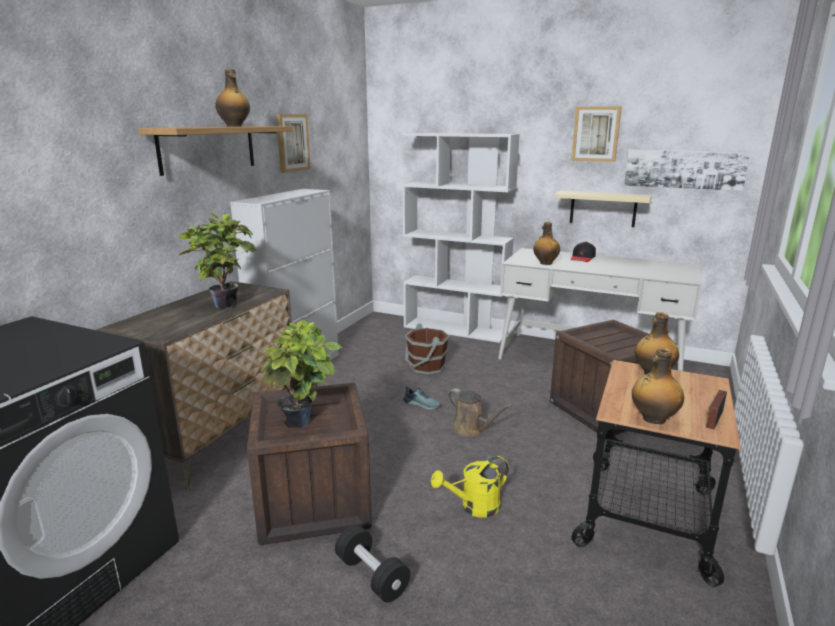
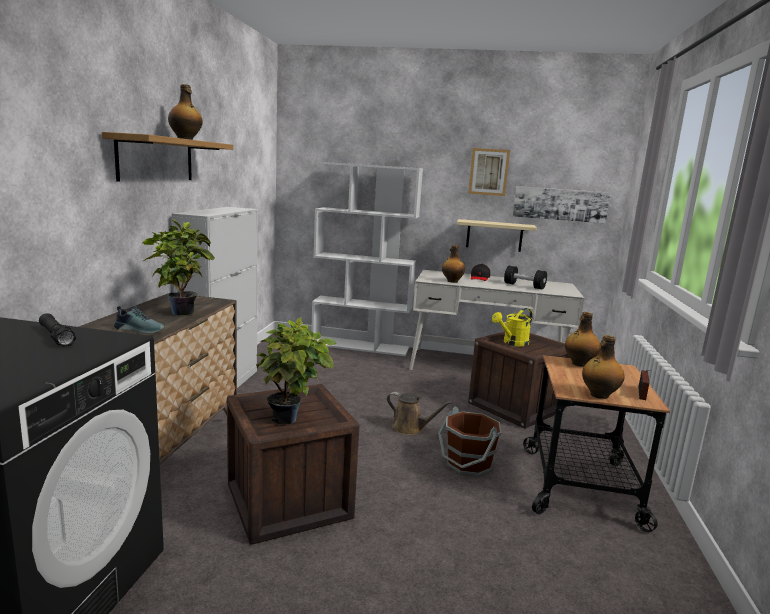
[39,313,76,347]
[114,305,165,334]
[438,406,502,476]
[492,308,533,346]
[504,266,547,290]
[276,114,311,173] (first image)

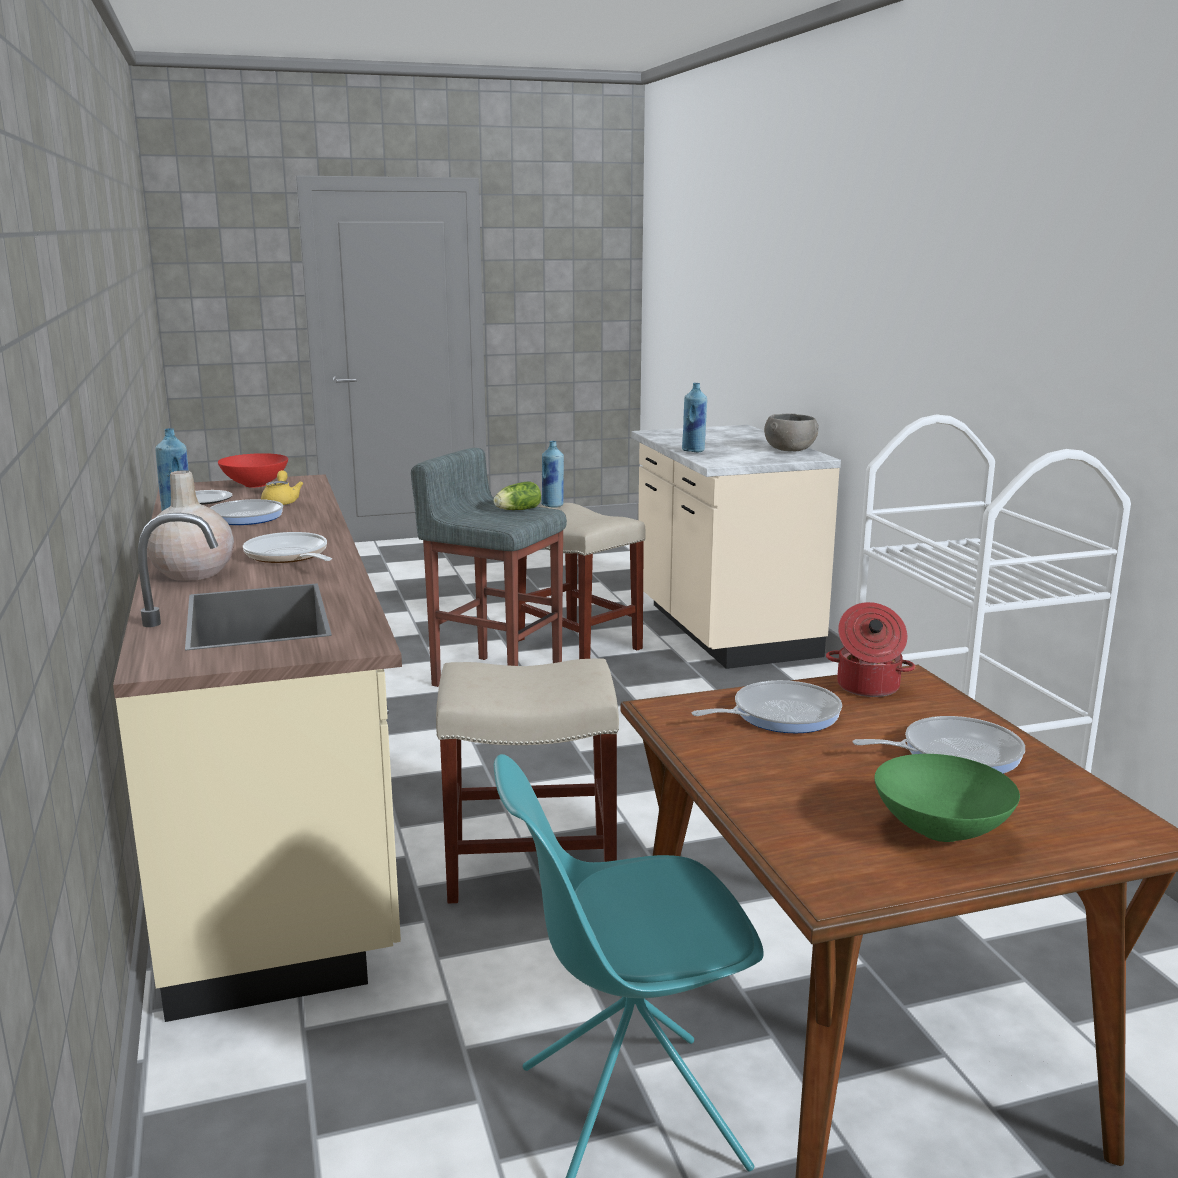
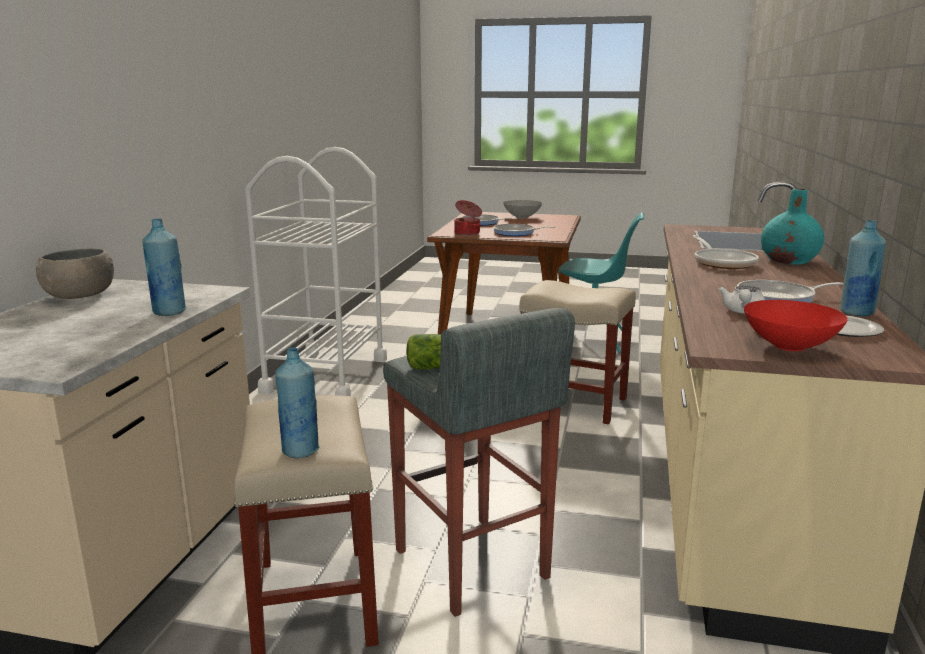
[503,200,542,218]
[718,286,765,314]
[761,188,824,265]

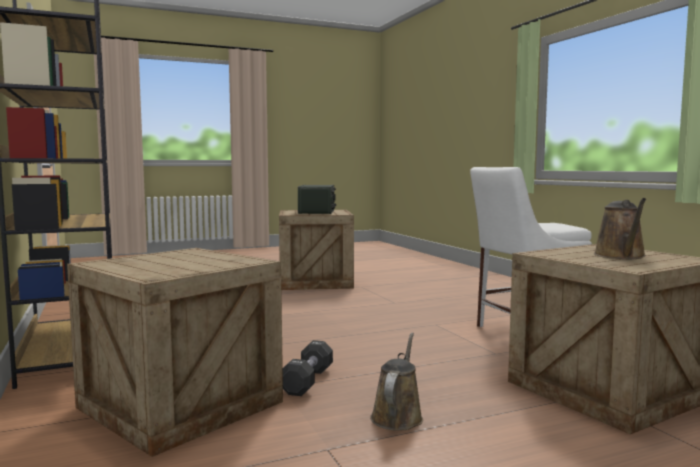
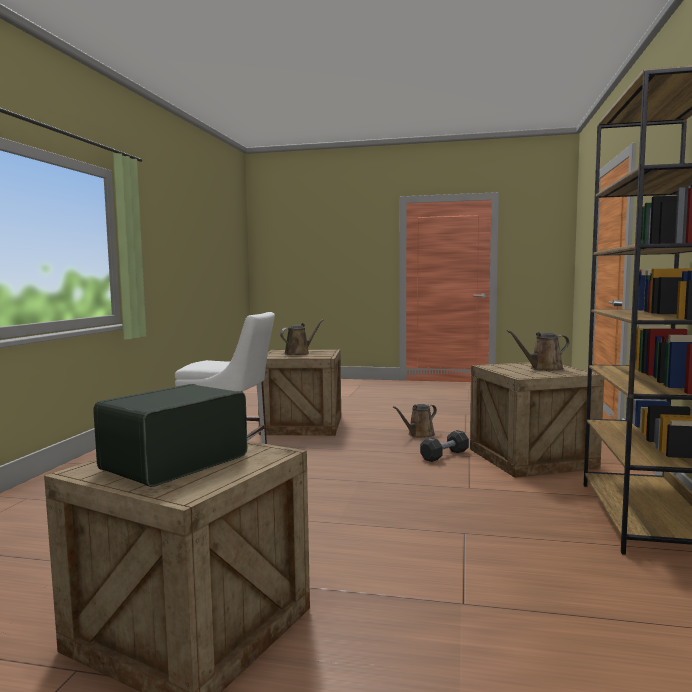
[507,330,569,371]

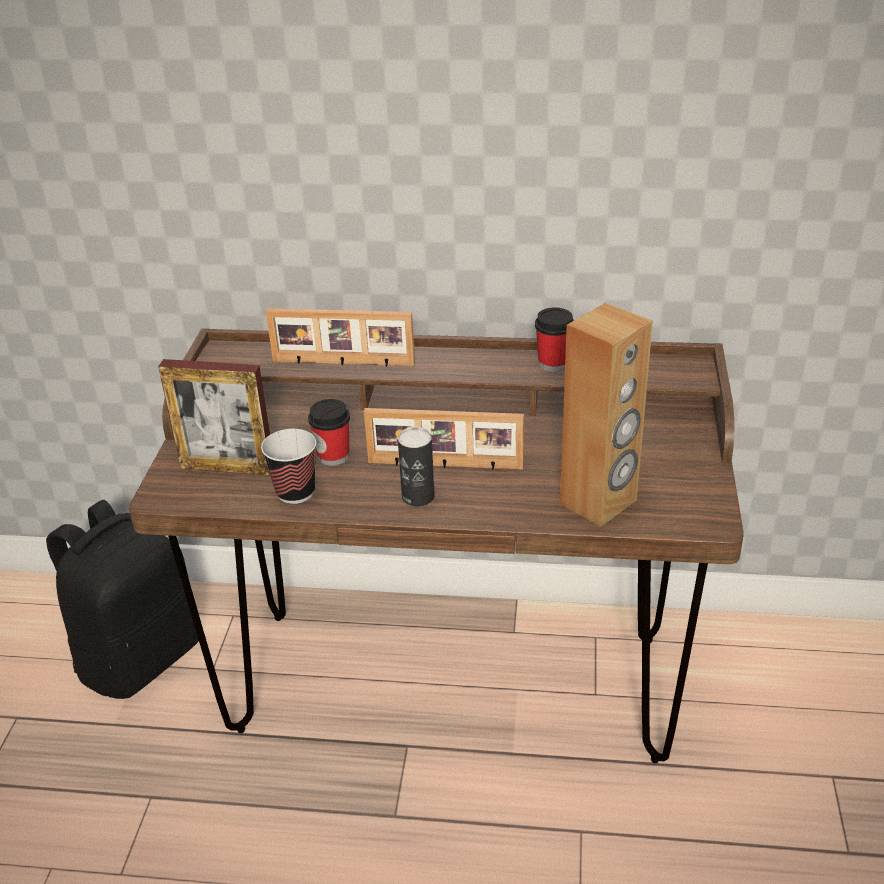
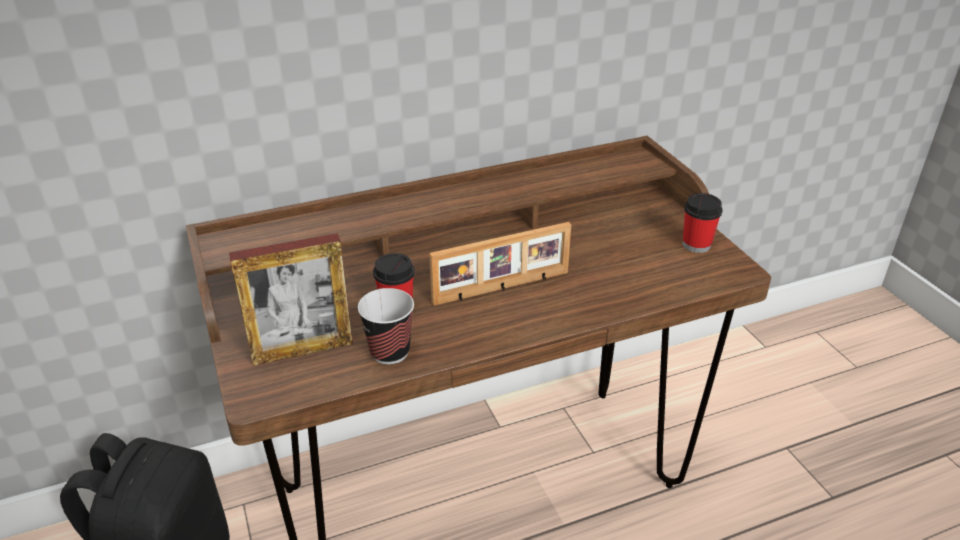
[683,193,723,253]
[266,308,415,367] (first image)
[398,427,435,507] (first image)
[560,303,653,527] (first image)

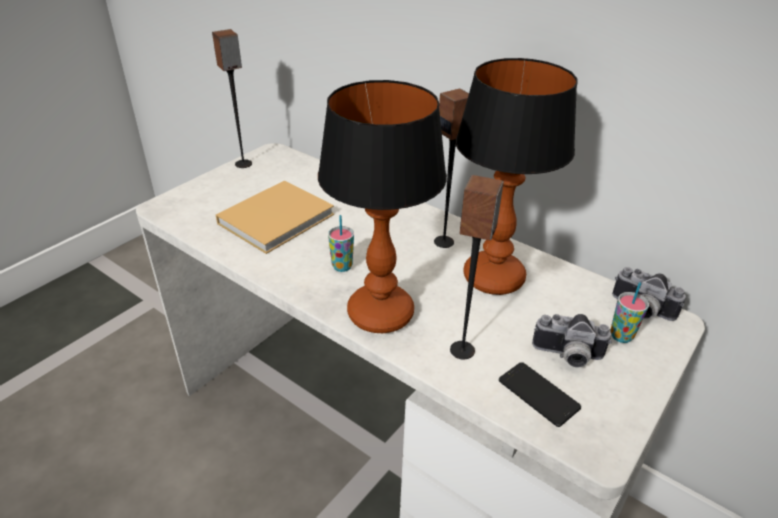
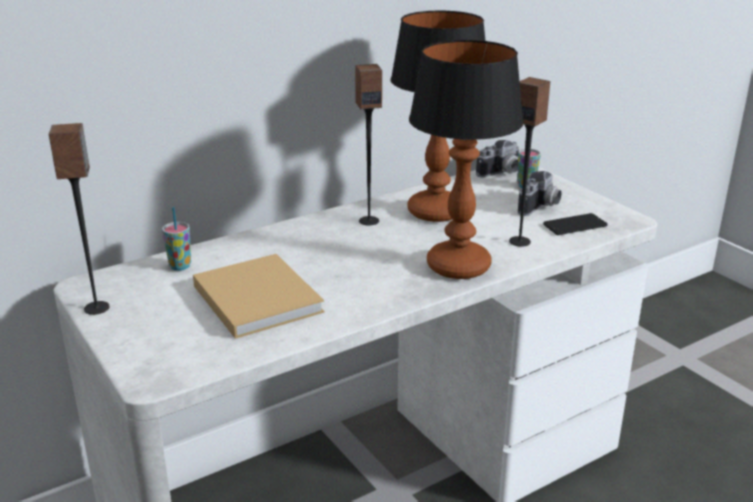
[162,207,191,271]

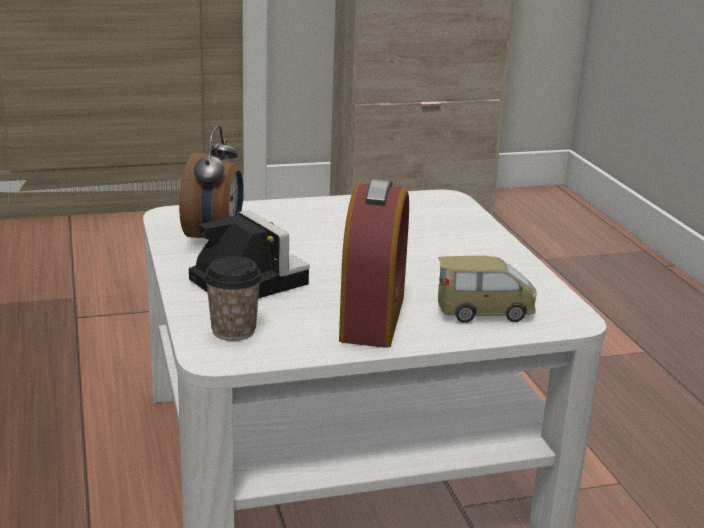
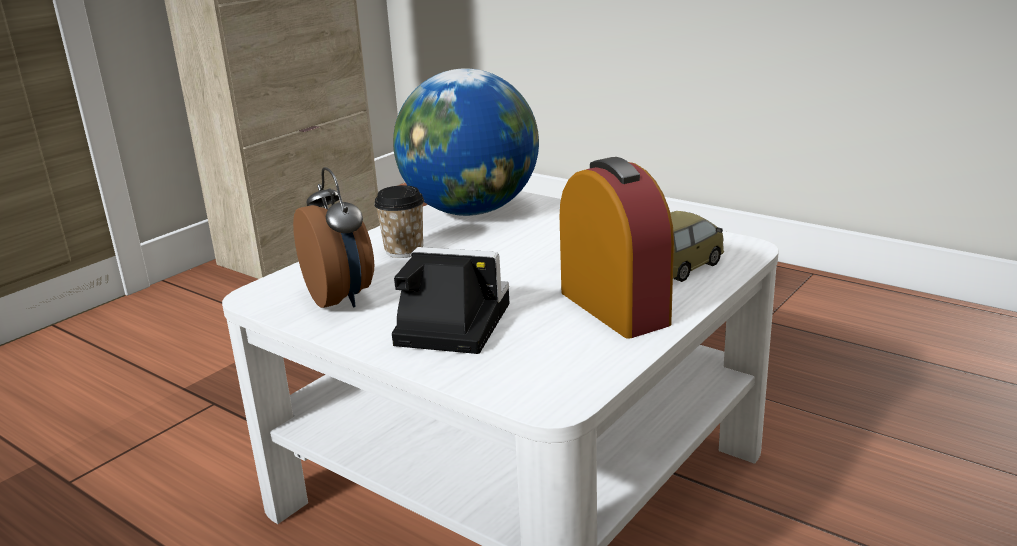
[374,185,424,258]
[393,68,539,216]

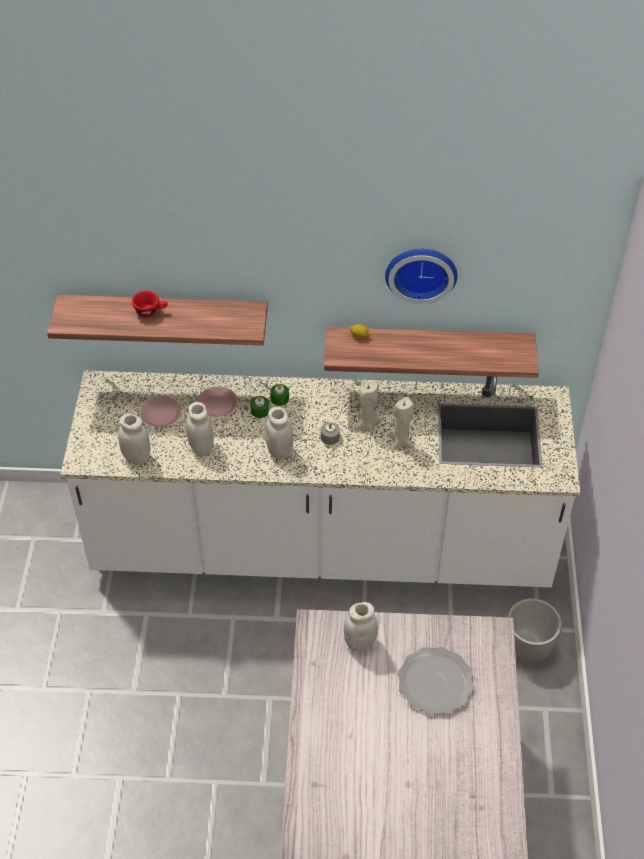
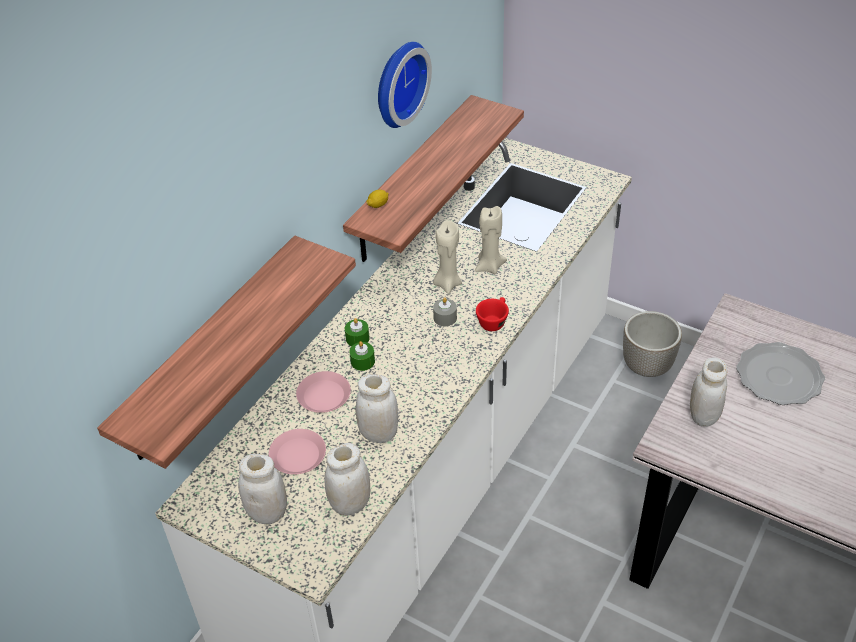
[238,454,287,524]
[476,297,509,331]

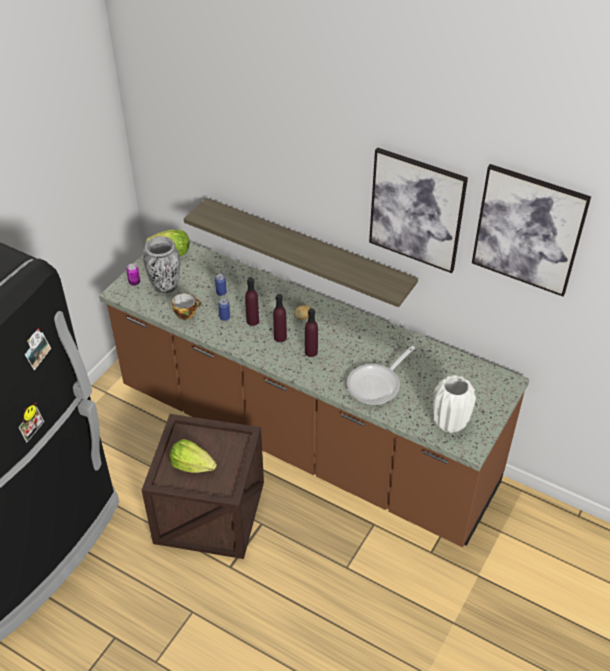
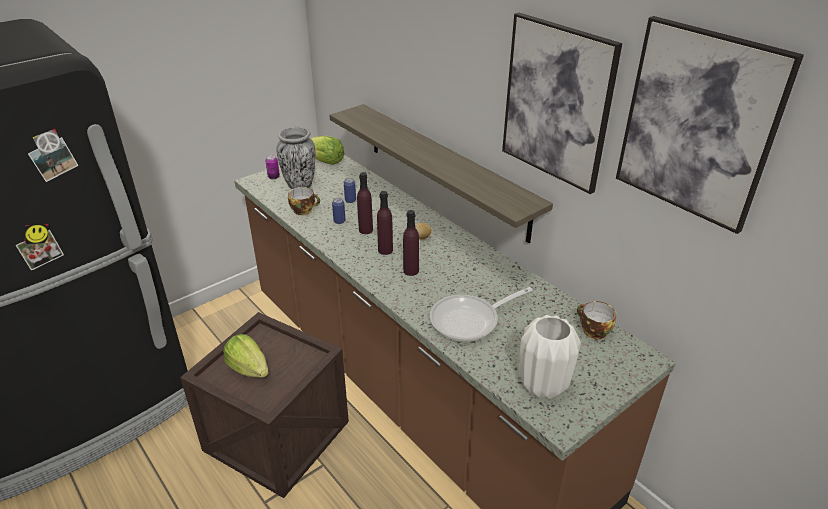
[577,301,616,339]

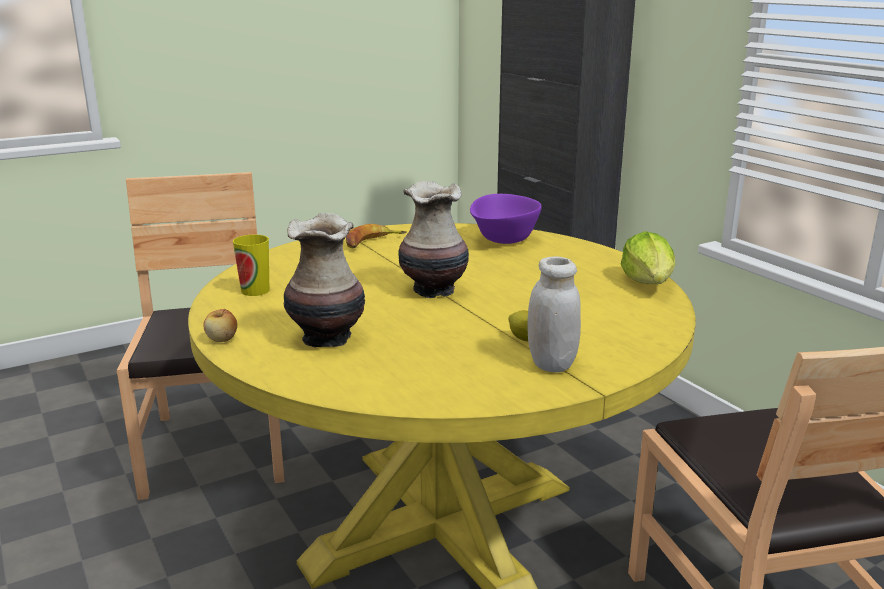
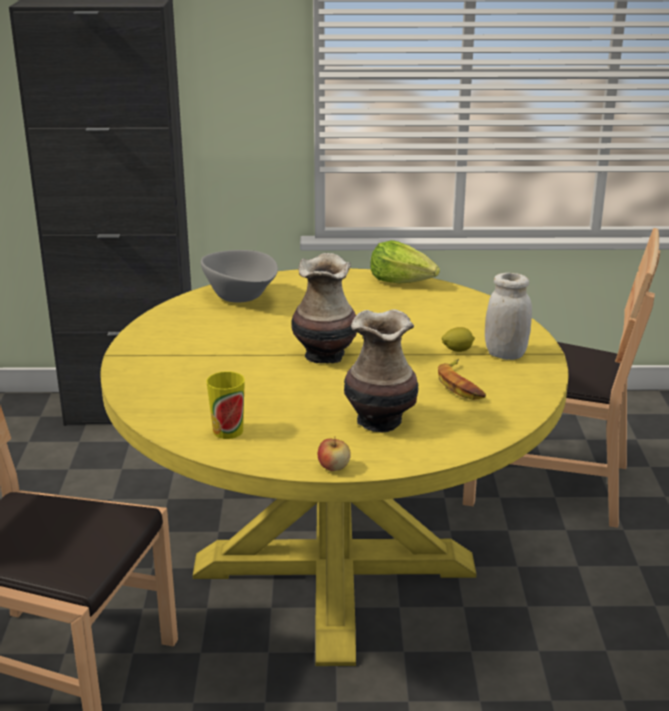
[201,250,278,302]
[438,359,486,400]

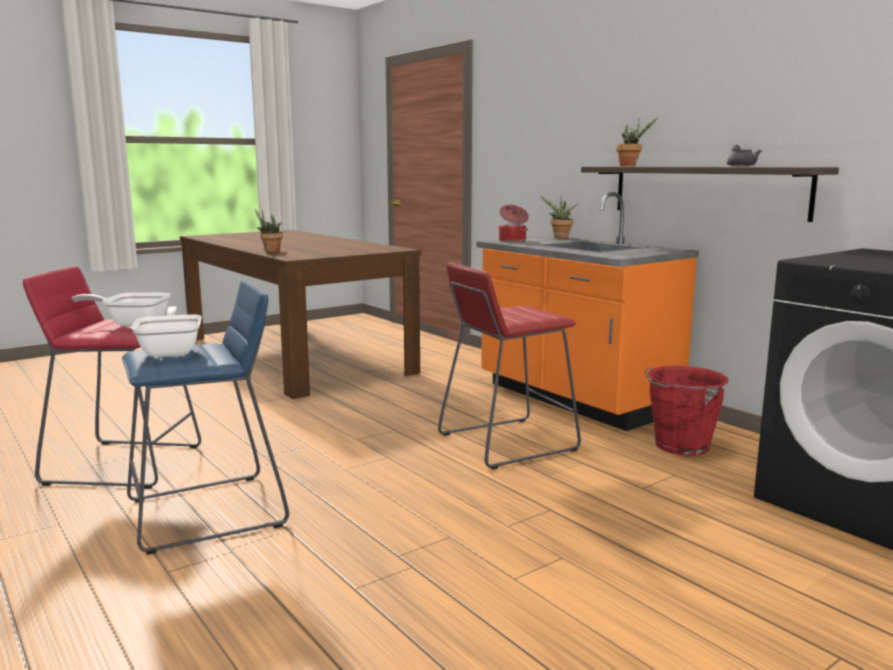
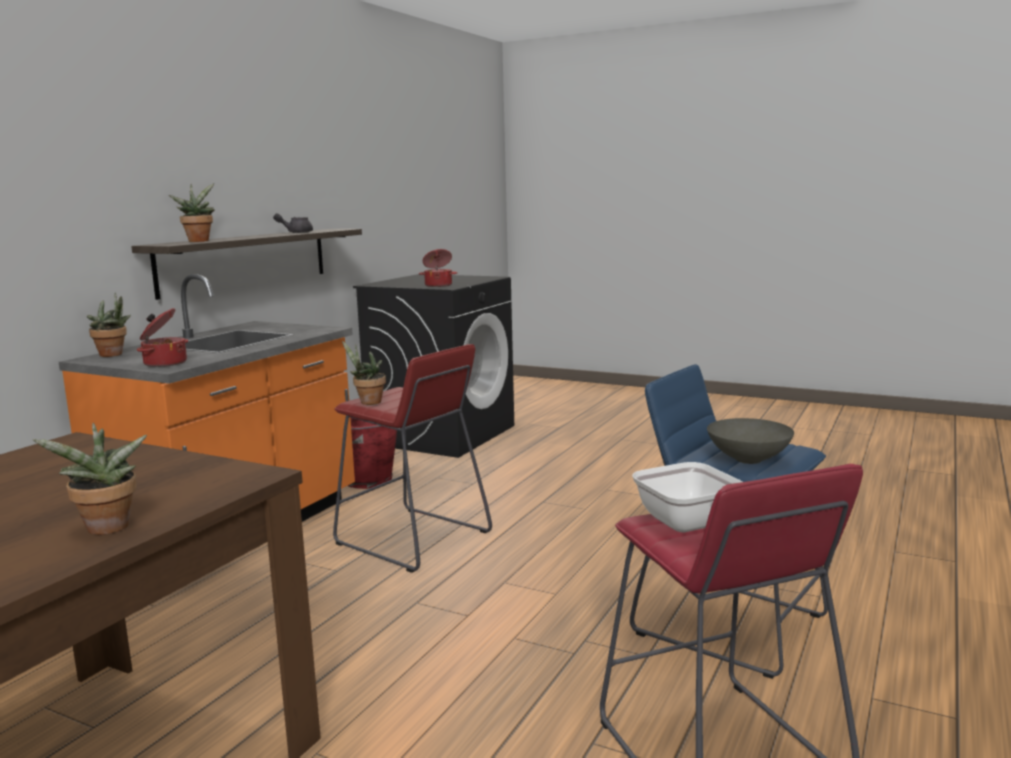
[342,341,386,405]
[419,249,457,287]
[707,418,794,464]

